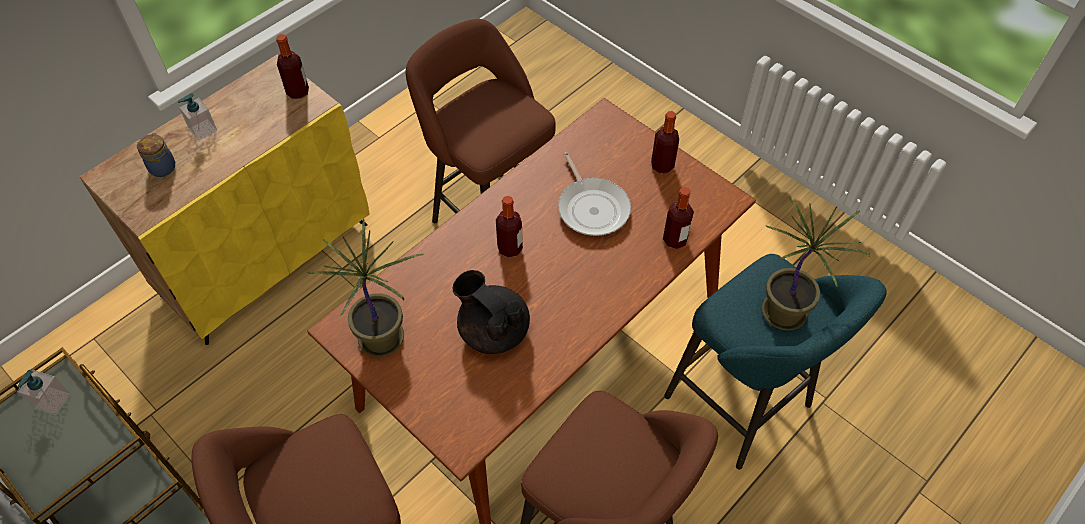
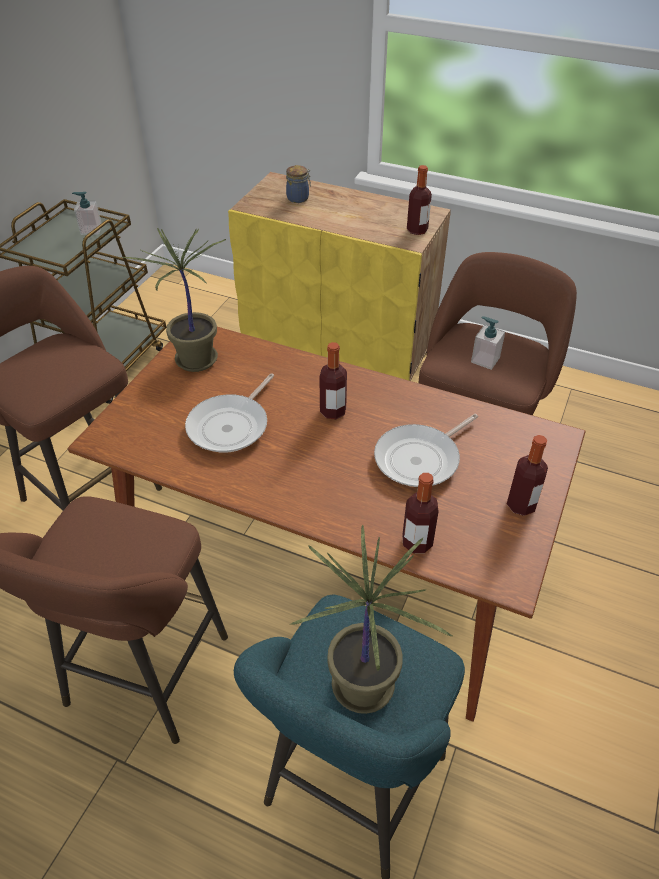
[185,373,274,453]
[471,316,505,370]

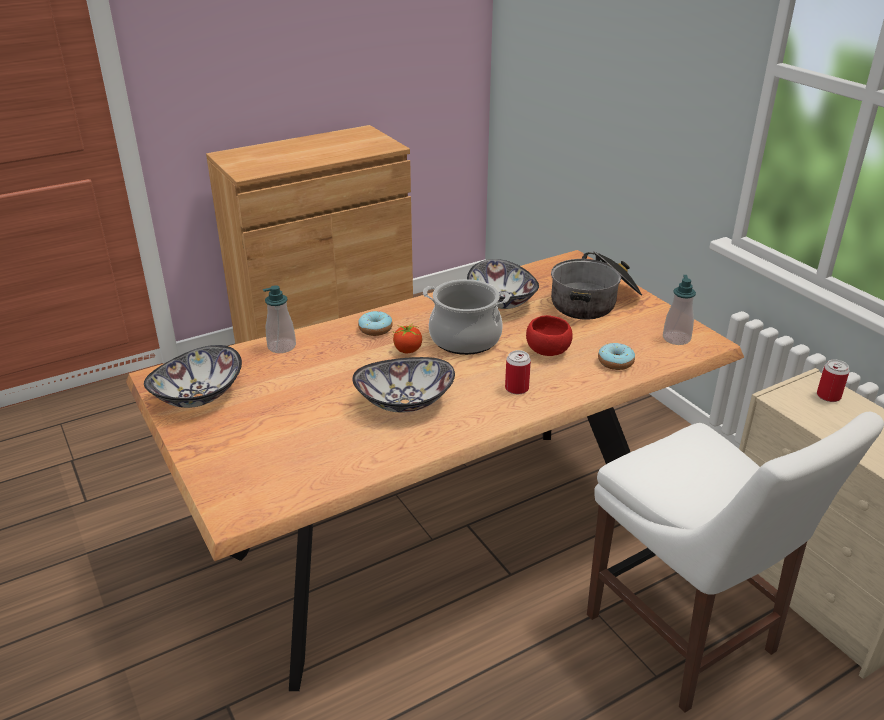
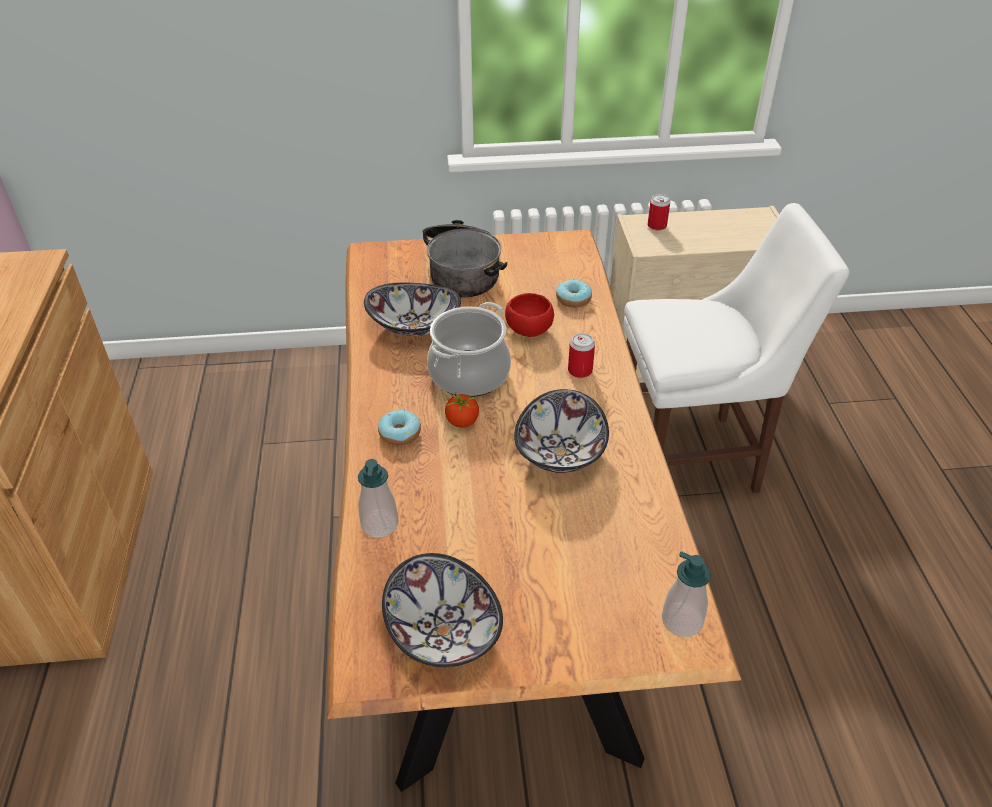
[662,551,711,637]

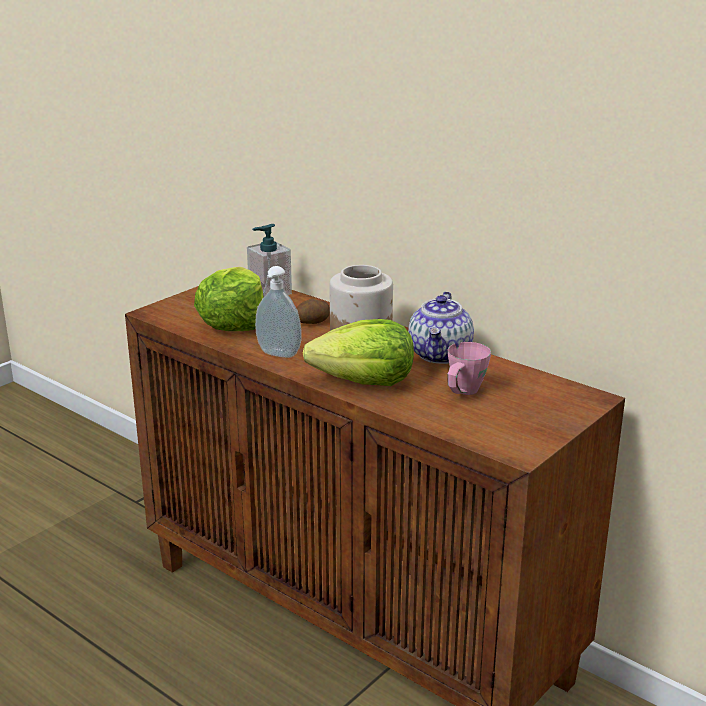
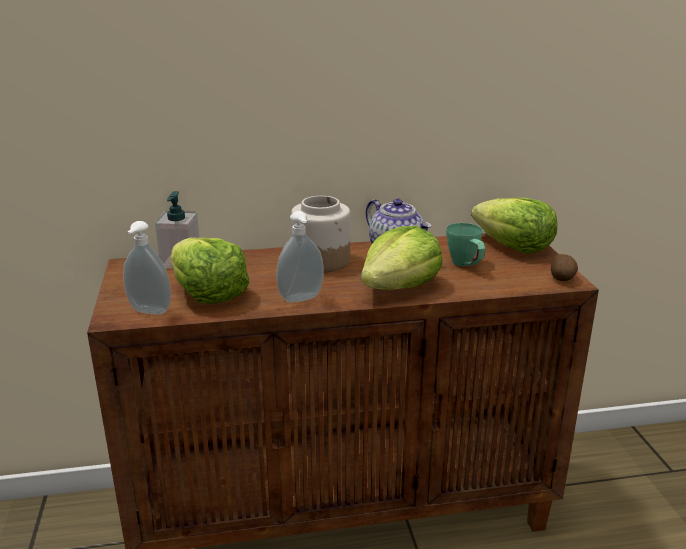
[123,221,171,315]
[446,223,486,266]
[471,198,557,254]
[551,254,578,281]

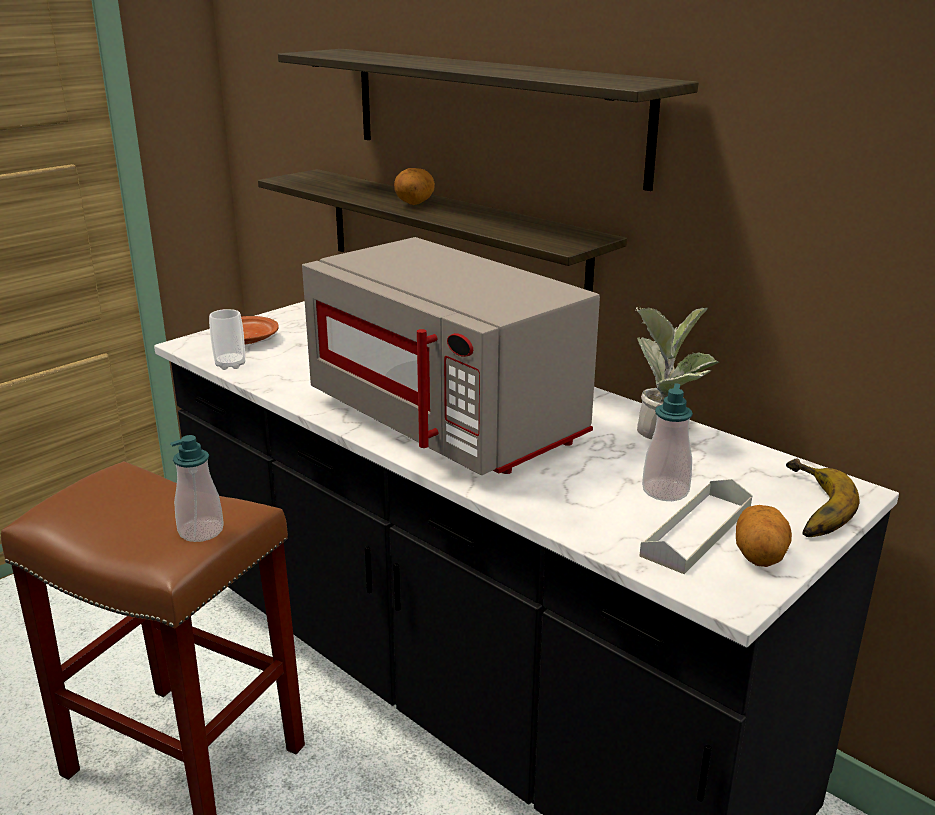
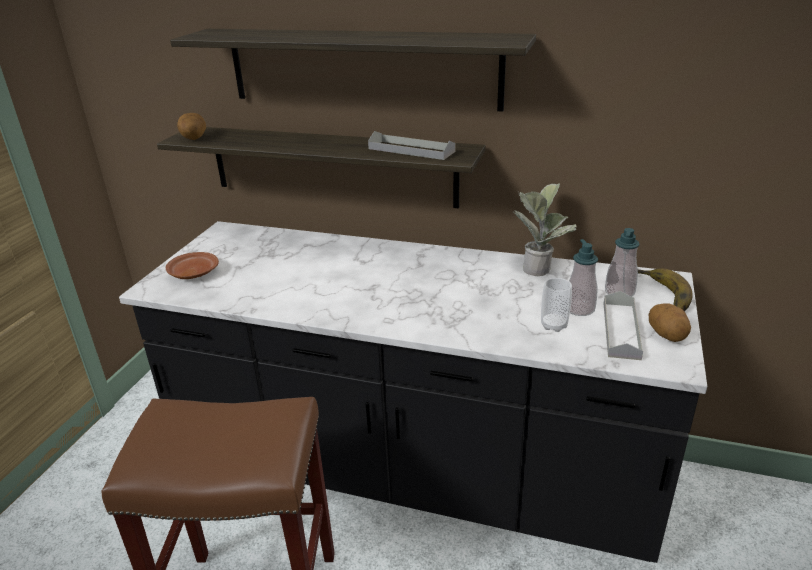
[177,113,206,140]
[368,131,455,160]
[541,278,572,332]
[605,228,639,296]
[302,237,600,475] (first image)

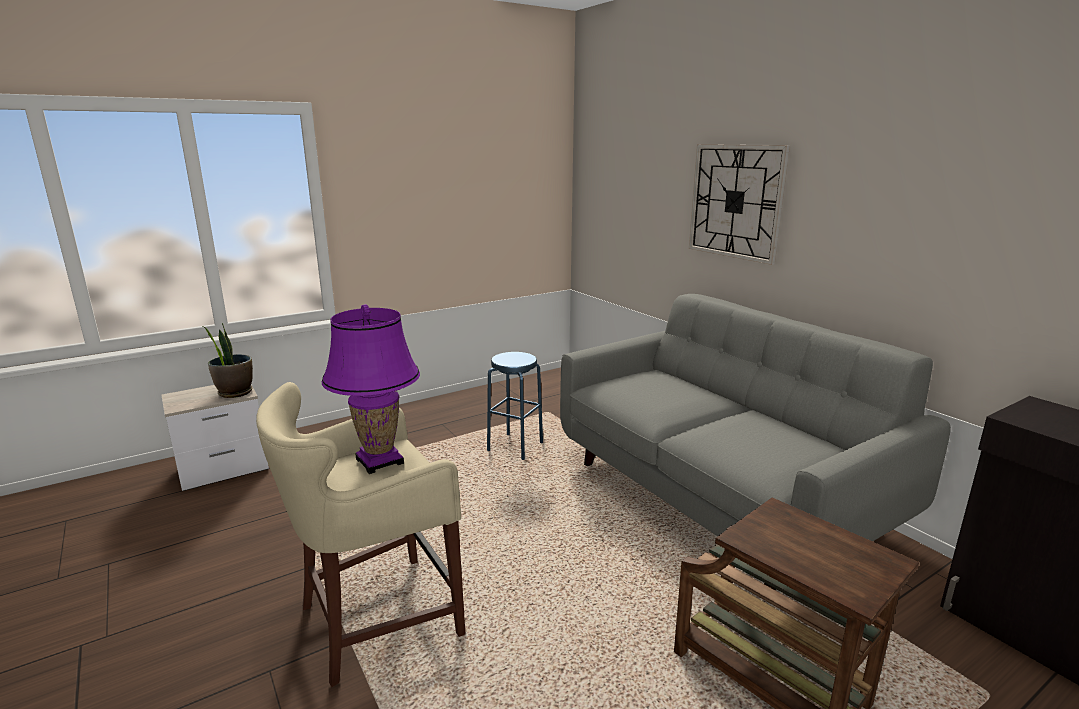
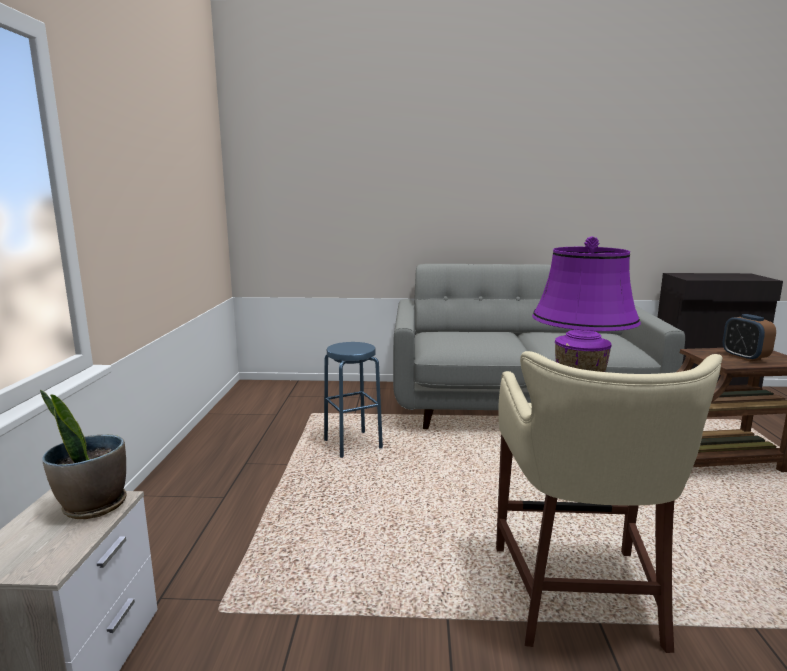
[723,314,776,361]
[689,144,790,265] (first image)

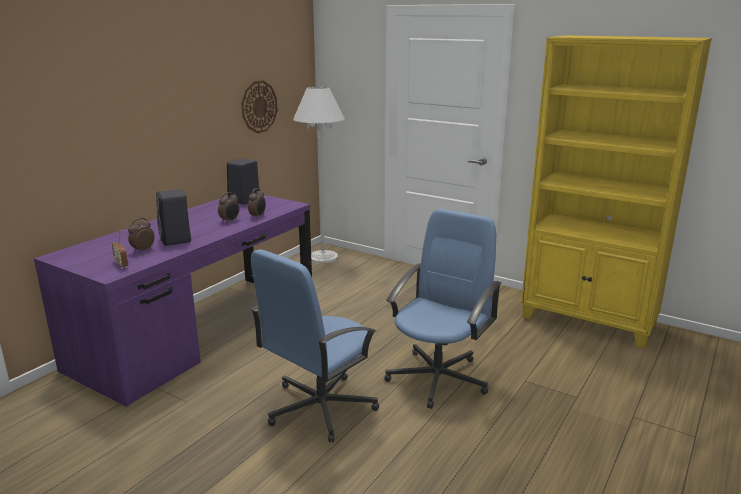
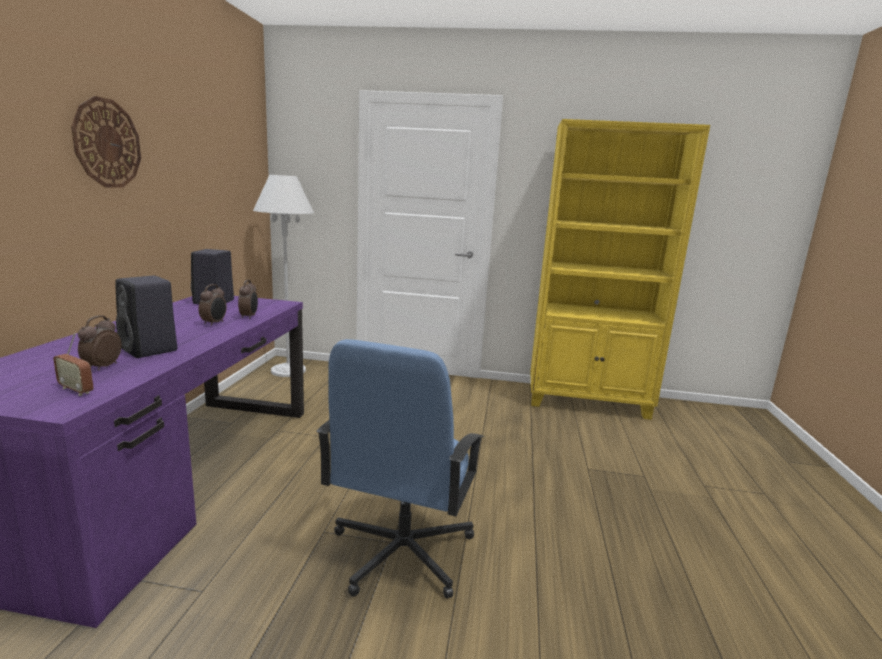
[71,96,141,188]
[384,209,502,409] (first image)

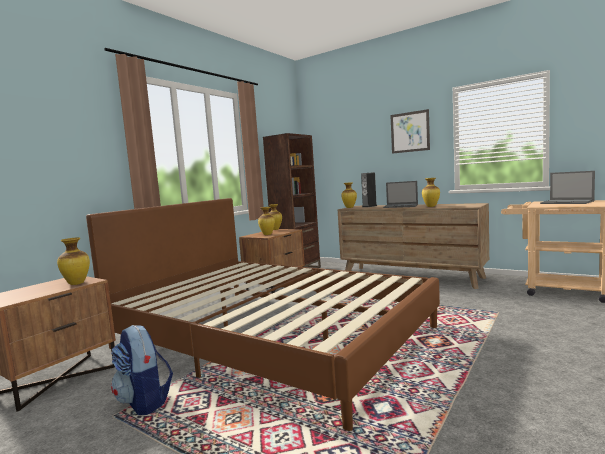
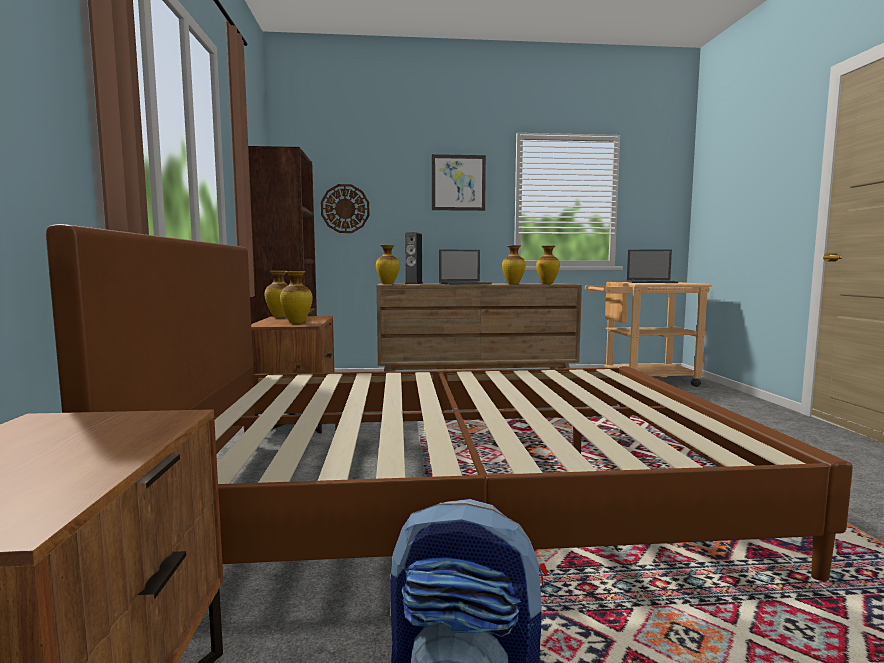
[321,184,370,233]
[536,245,560,284]

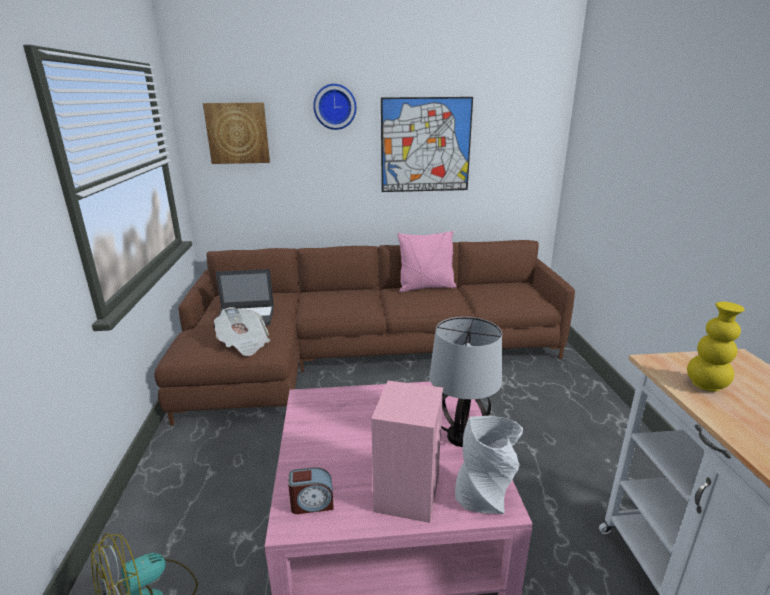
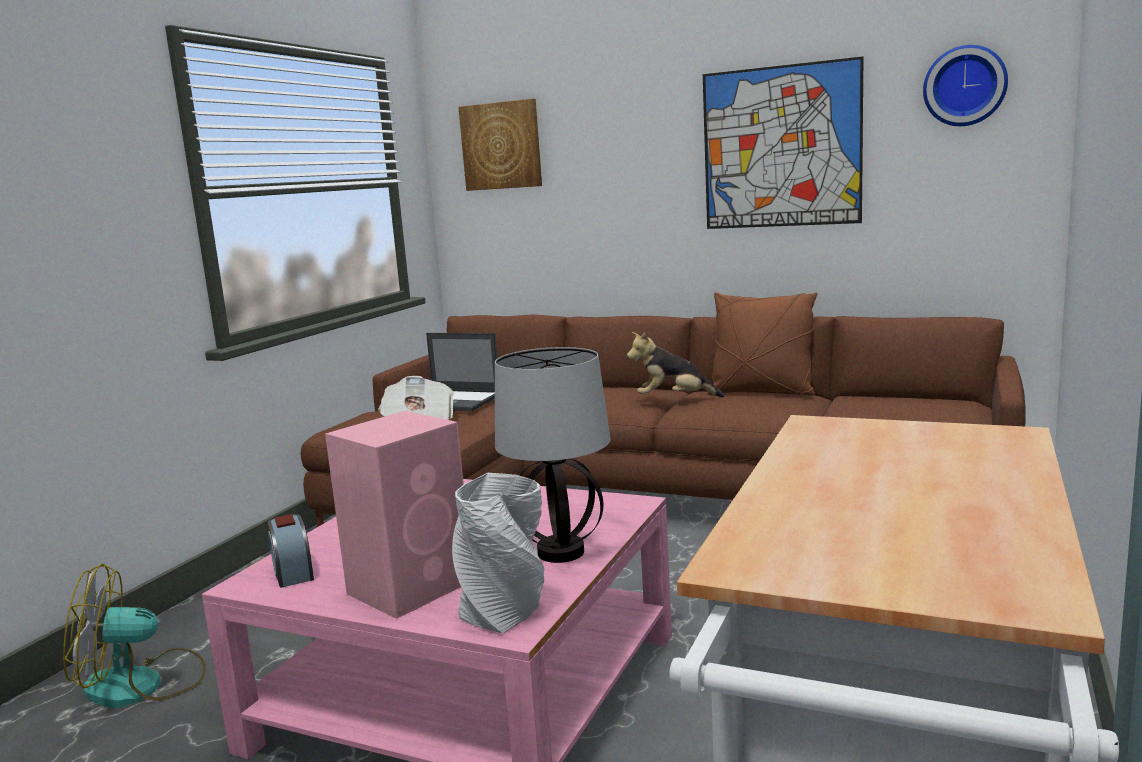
[267,514,314,588]
[627,332,724,397]
[708,292,817,396]
[923,45,1008,126]
[687,302,745,392] (first image)

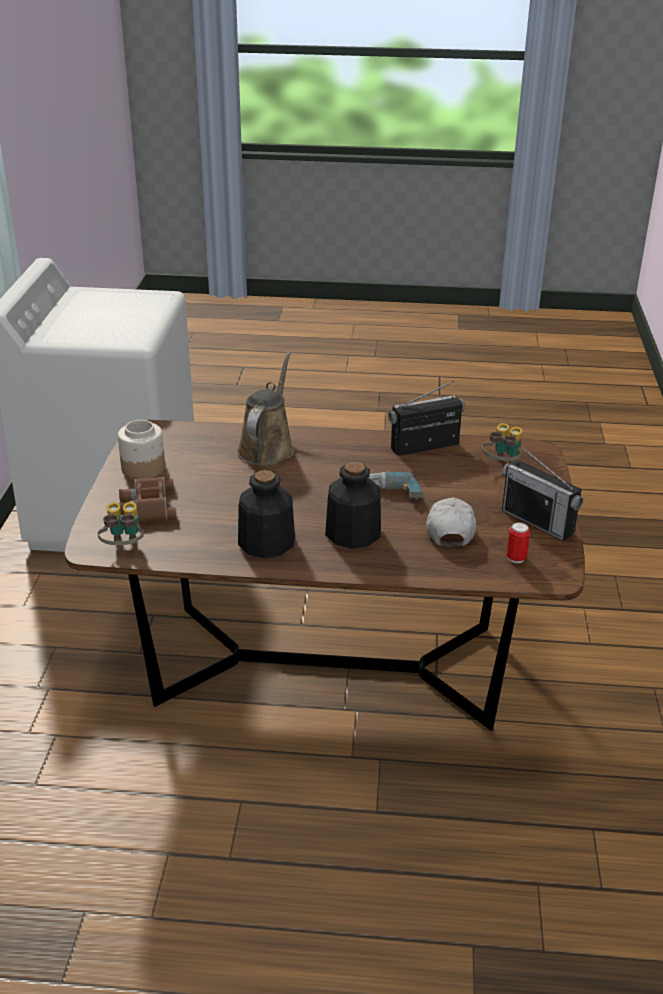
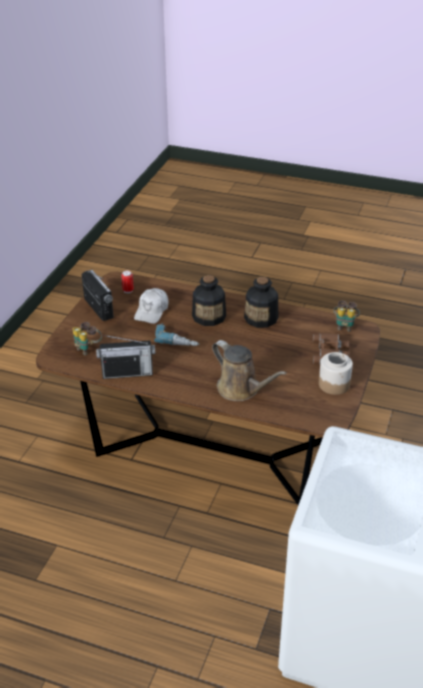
[212,340,287,401]

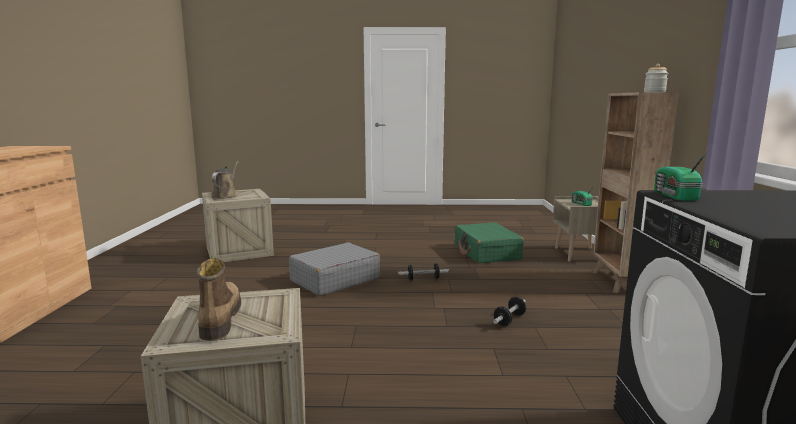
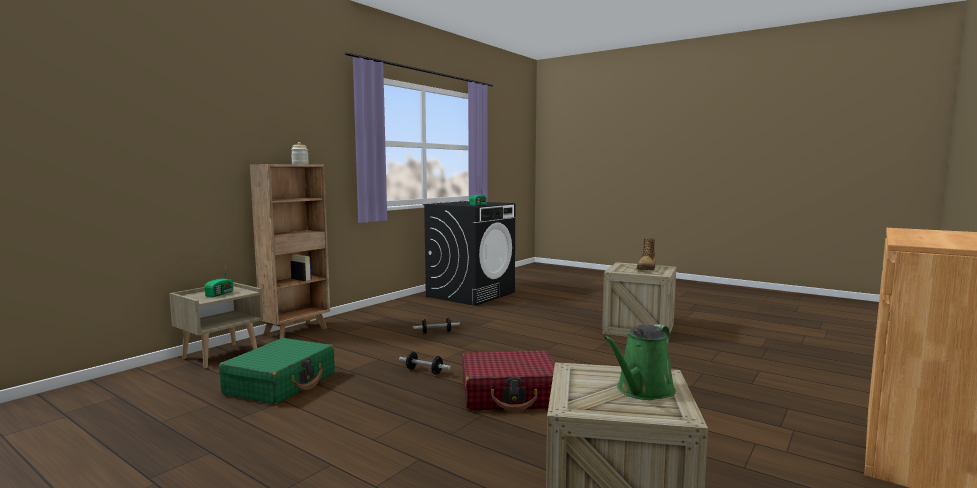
[462,350,555,412]
[604,324,676,400]

